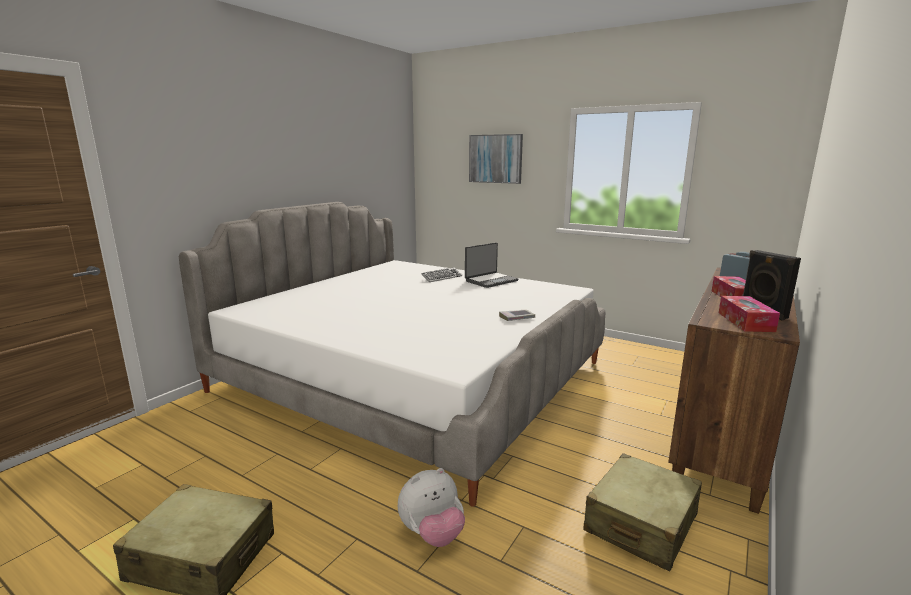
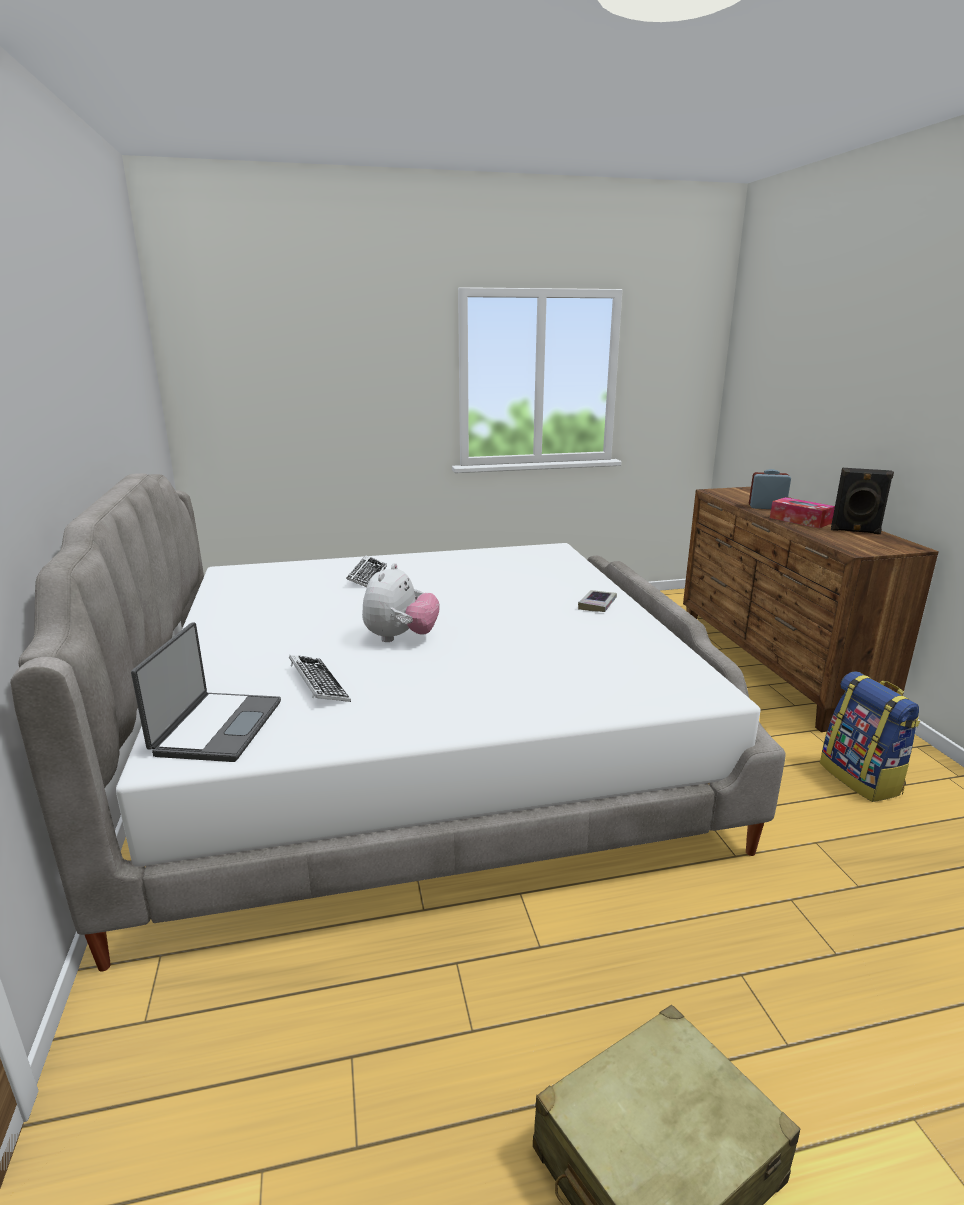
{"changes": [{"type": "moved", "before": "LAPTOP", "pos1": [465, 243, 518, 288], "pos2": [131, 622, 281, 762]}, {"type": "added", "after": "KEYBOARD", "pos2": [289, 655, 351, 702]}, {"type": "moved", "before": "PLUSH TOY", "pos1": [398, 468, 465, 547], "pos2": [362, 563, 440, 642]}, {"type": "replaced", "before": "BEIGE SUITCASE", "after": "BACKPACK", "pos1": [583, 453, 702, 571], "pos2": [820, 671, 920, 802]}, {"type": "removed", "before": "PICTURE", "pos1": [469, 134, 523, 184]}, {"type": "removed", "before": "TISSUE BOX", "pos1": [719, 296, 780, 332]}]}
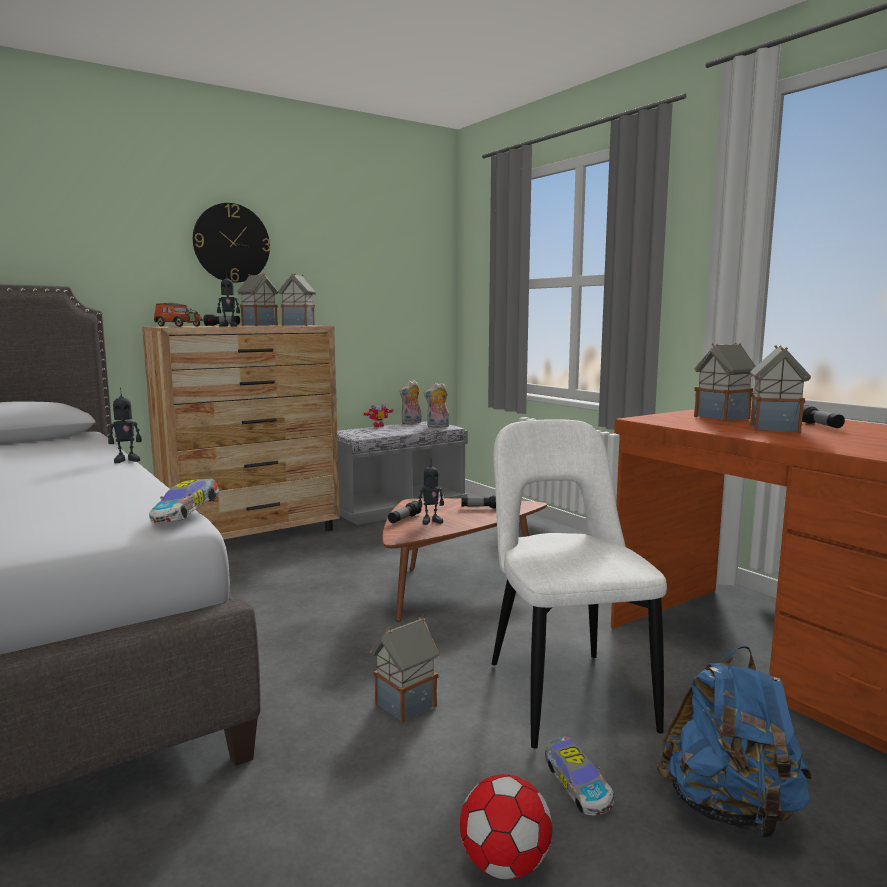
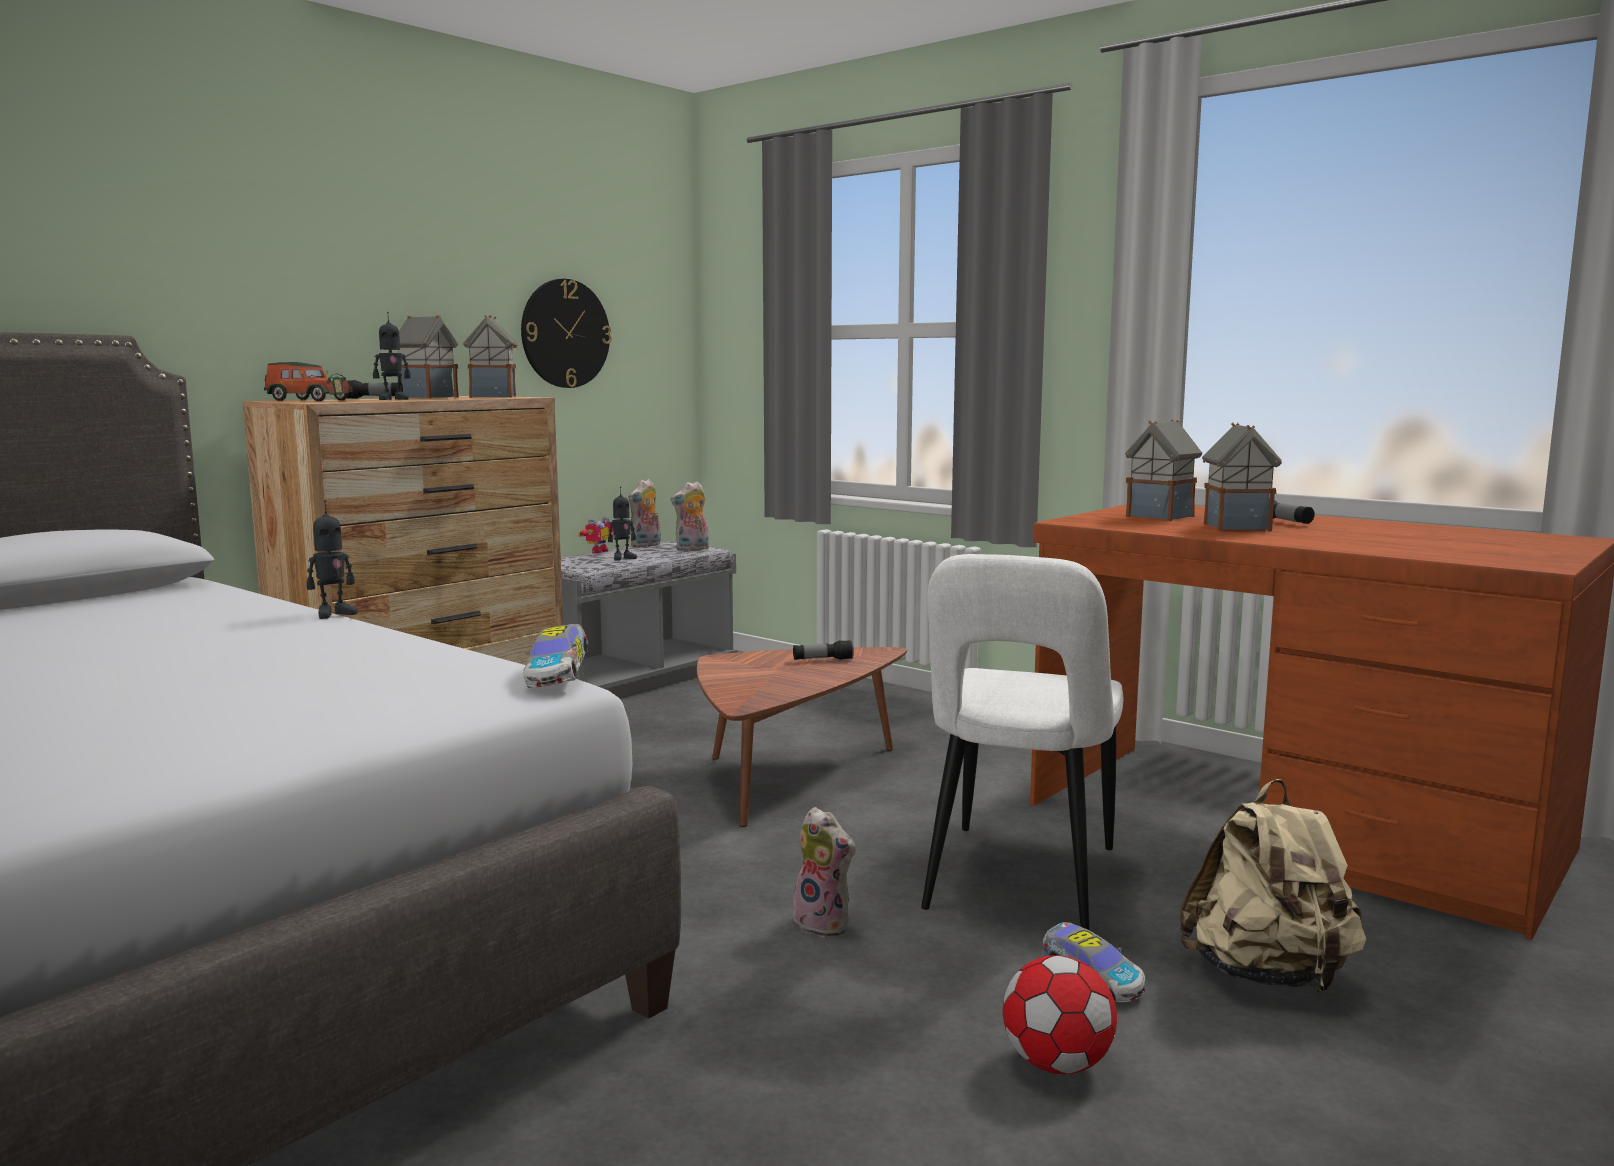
{"changes": [{"type": "moved", "before": "WALL CLOCK", "pos1": [193, 203, 270, 283], "pos2": [521, 279, 612, 388]}, {"type": "moved", "before": "TOY ROBOT", "pos1": [418, 458, 444, 525], "pos2": [608, 487, 637, 561]}, {"type": "replaced", "before": "TOY HOUSE", "after": "PLUSH TOY", "pos1": [370, 617, 440, 723], "pos2": [792, 807, 856, 937]}, {"type": "turned", "before": "WHITE CHAIR", "pos1": [492, 419, 667, 748], "pos2": [921, 554, 1124, 930], "turn": -135}, {"type": "recoloured", "before": "BLUE BACKPACK", "after": "BEIGE BACKPACK", "pos1": [657, 646, 812, 838], "pos2": [1180, 779, 1366, 992]}, {"type": "removed", "before": "FLASHLIGHT", "pos1": [388, 501, 422, 523]}]}
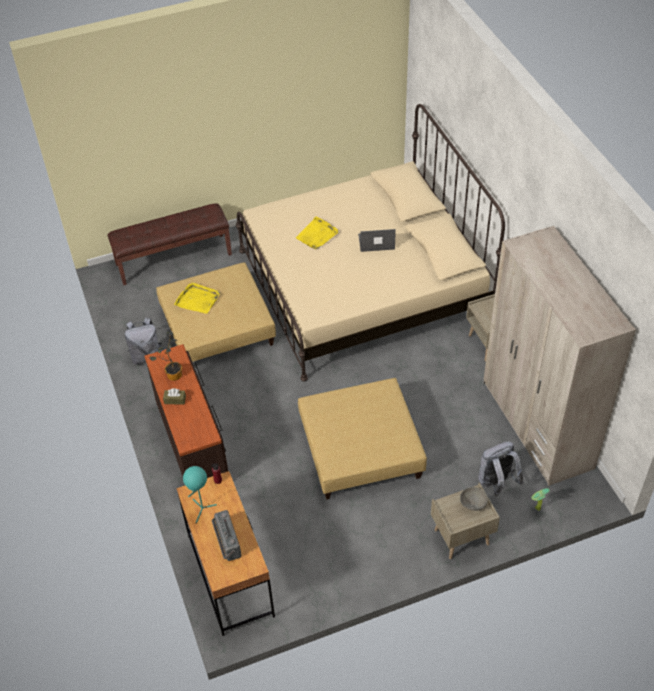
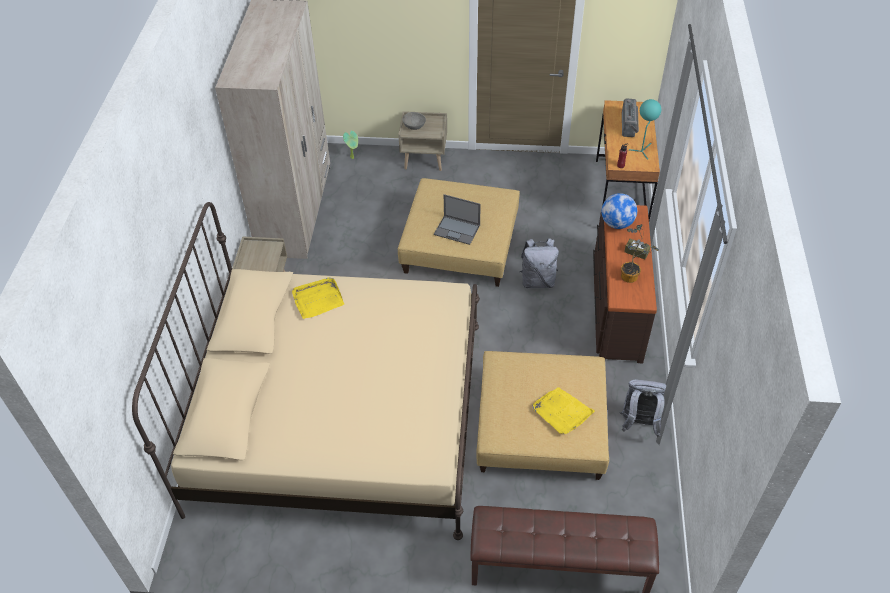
{"changes": [{"type": "moved", "before": "YELLOW TRAY", "pos1": [296, 217, 338, 249], "pos2": [292, 277, 344, 319]}, {"type": "moved", "before": "LAPTOP", "pos1": [358, 229, 396, 252], "pos2": [434, 194, 481, 245]}, {"type": "moved", "before": "GREY BACKPACK", "pos1": [478, 442, 524, 496], "pos2": [519, 238, 559, 288]}, {"type": "added", "after": "GLOBE", "pos2": [601, 193, 637, 229]}]}
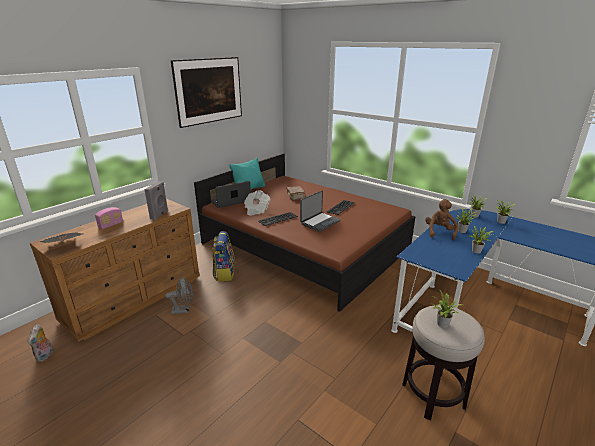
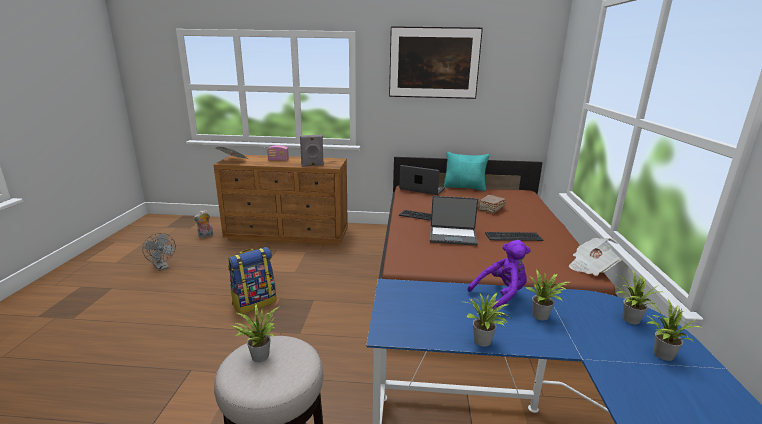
{"changes": [{"type": "moved", "before": "GREY FAN", "pos1": [165, 277, 193, 314], "pos2": [142, 233, 176, 271]}, {"type": "moved", "before": "BACKPACK", "pos1": [212, 231, 235, 281], "pos2": [228, 247, 276, 314]}, {"type": "recoloured", "before": "BROWN PLUSH TOY", "after": "PURPLE PLUSH TOY", "pos1": [425, 199, 458, 240], "pos2": [467, 240, 531, 311]}, {"type": "moved", "before": "NEWSPAPER", "pos1": [244, 190, 270, 215], "pos2": [569, 238, 622, 276]}]}
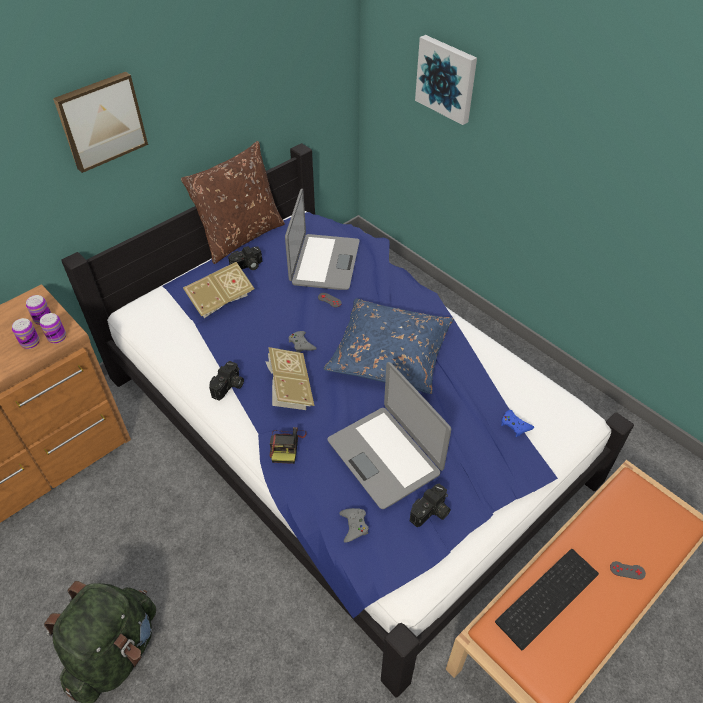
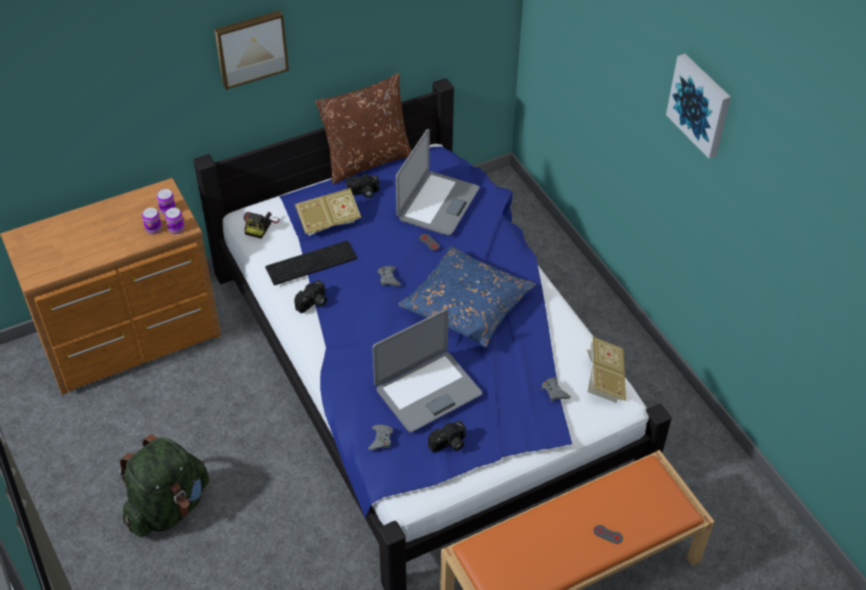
{"changes": [{"type": "moved", "before": "PHOTO CAMERA", "pos1": [269, 427, 307, 464], "pos2": [243, 212, 280, 239]}, {"type": "moved", "before": "KEYBOARD", "pos1": [495, 549, 599, 650], "pos2": [265, 240, 357, 285]}, {"type": "turned", "before": "LAPTOP", "pos1": [327, 362, 451, 509], "pos2": [372, 309, 482, 432], "turn": -105}, {"type": "recoloured", "before": "BLUE GAME CONTROLLER", "after": "GREY GAME CONTROLLER", "pos1": [501, 410, 534, 437], "pos2": [541, 377, 571, 402]}, {"type": "moved", "before": "BOOK", "pos1": [265, 347, 314, 410], "pos2": [587, 337, 626, 403]}, {"type": "moved", "before": "PICTURE", "pos1": [415, 35, 477, 125], "pos2": [666, 54, 731, 159]}]}
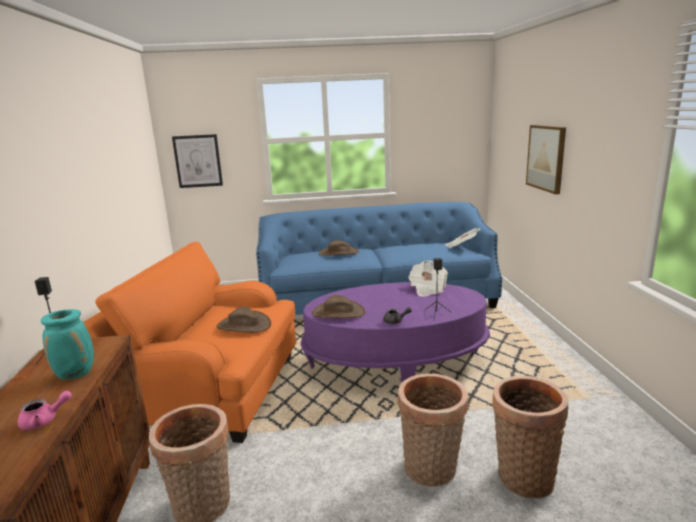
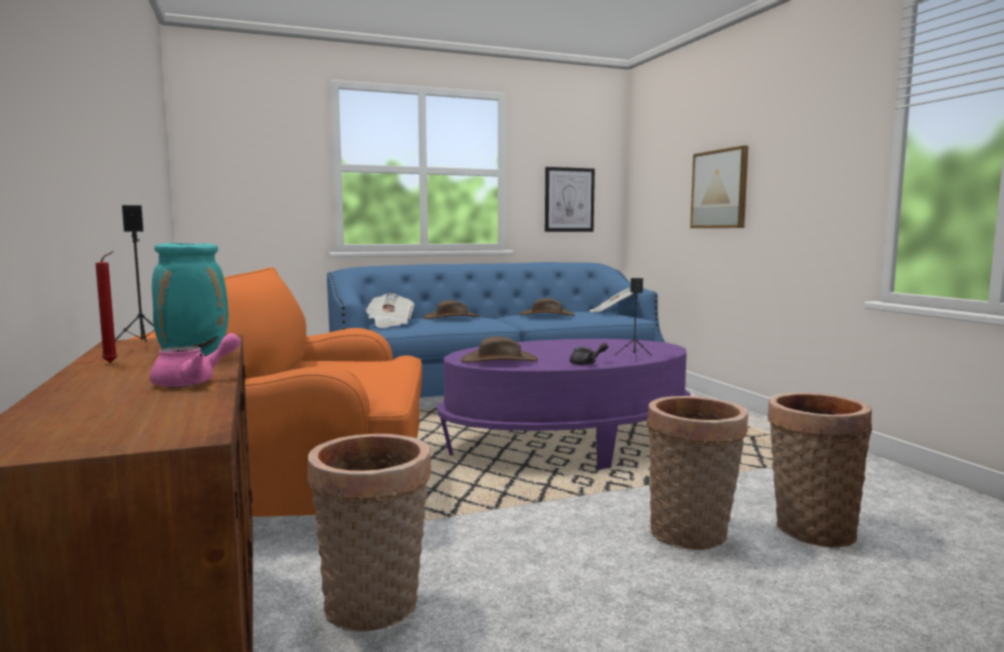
{"changes": [{"type": "added", "after": "RED CANDLE", "pos2": [95, 251, 118, 363]}, {"type": "moved", "before": "NEWSPAPER", "pos1": [408, 261, 448, 297], "pos2": [366, 293, 414, 328]}, {"type": "moved", "before": "BROWN HAT", "pos1": [216, 306, 271, 333], "pos2": [520, 298, 575, 316]}, {"type": "moved", "before": "PICTURE", "pos1": [172, 134, 223, 188], "pos2": [545, 167, 595, 232]}]}
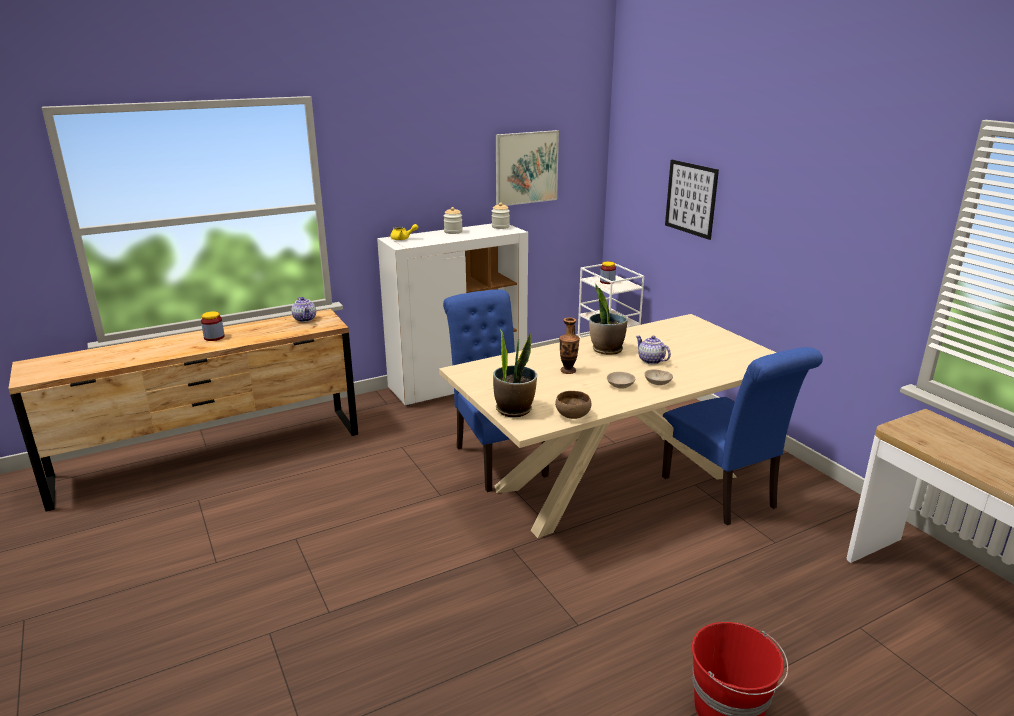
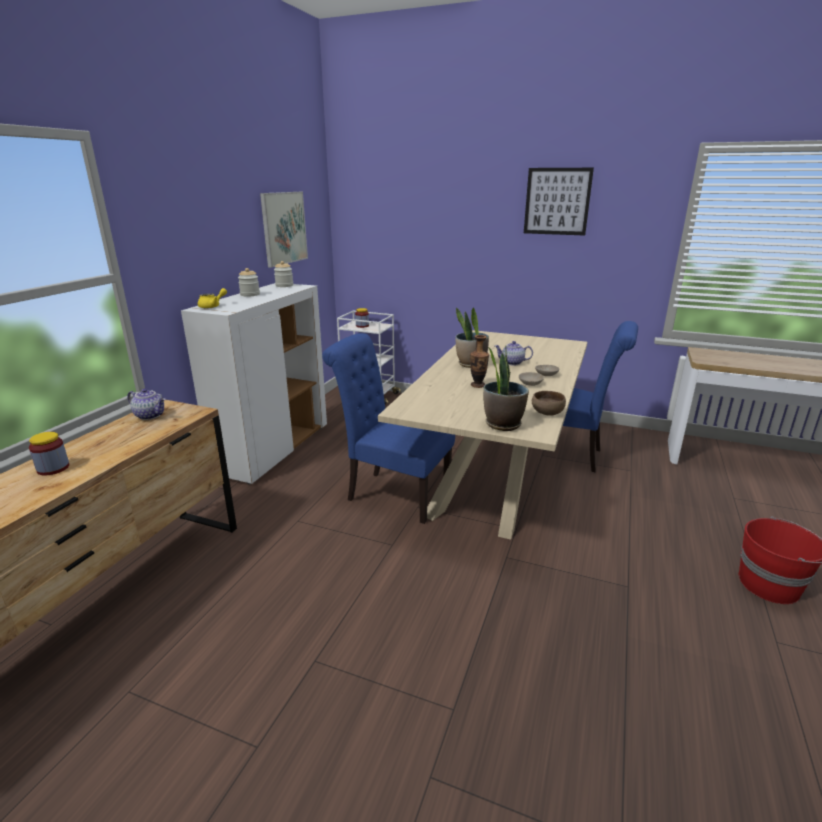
{"changes": [{"type": "moved", "before": "PICTURE", "pos1": [665, 160, 719, 240], "pos2": [524, 168, 594, 236]}]}
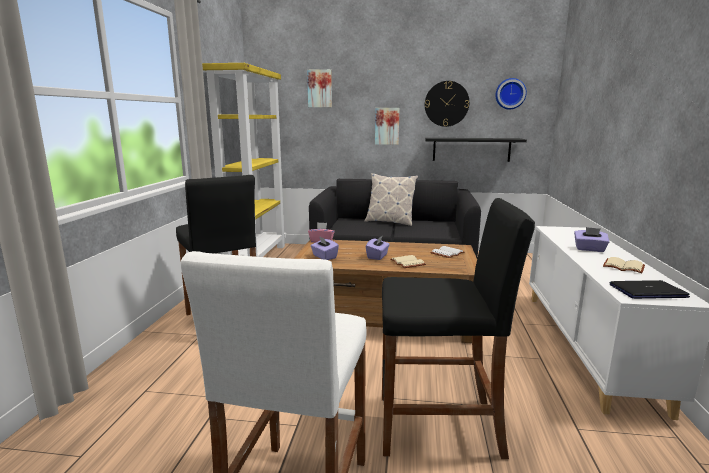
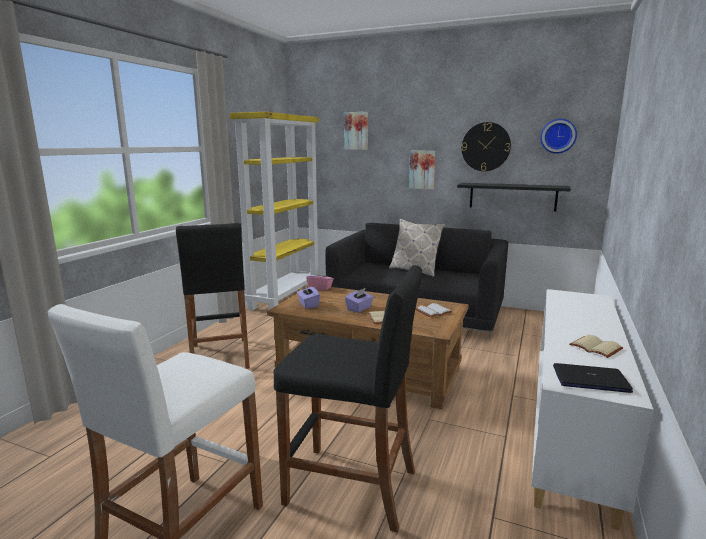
{"changes": [{"type": "removed", "before": "PURPLE TISSUE BOX", "pos1": [574, 227, 609, 252]}]}
